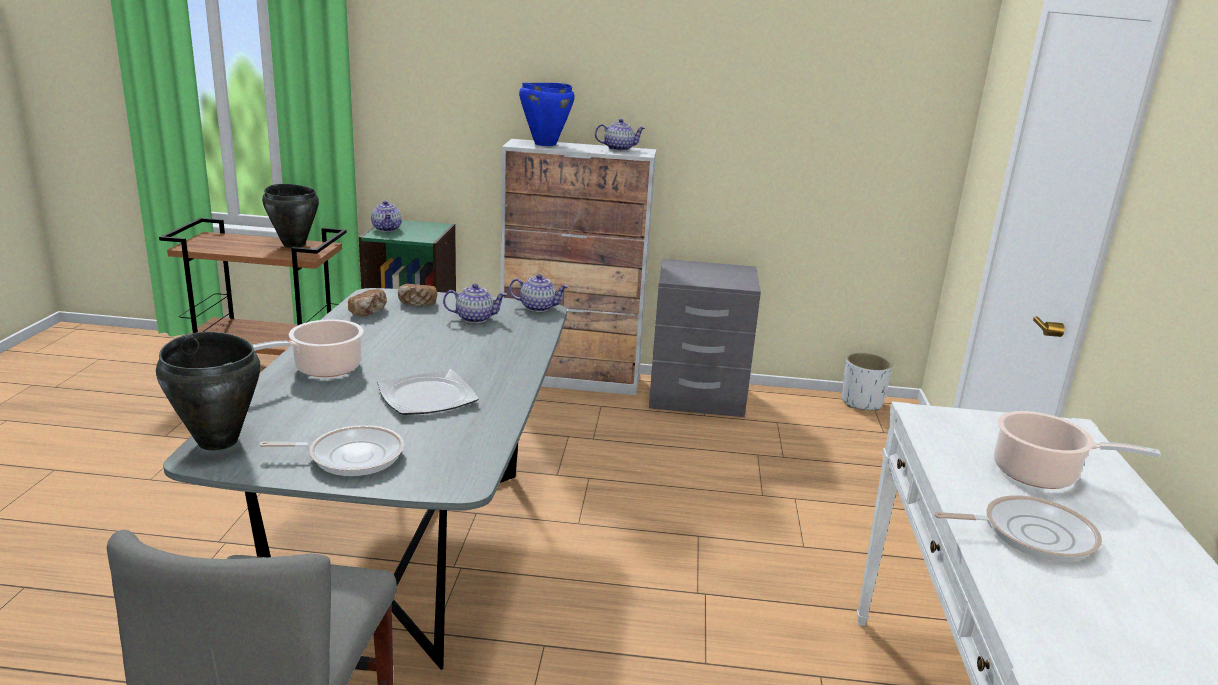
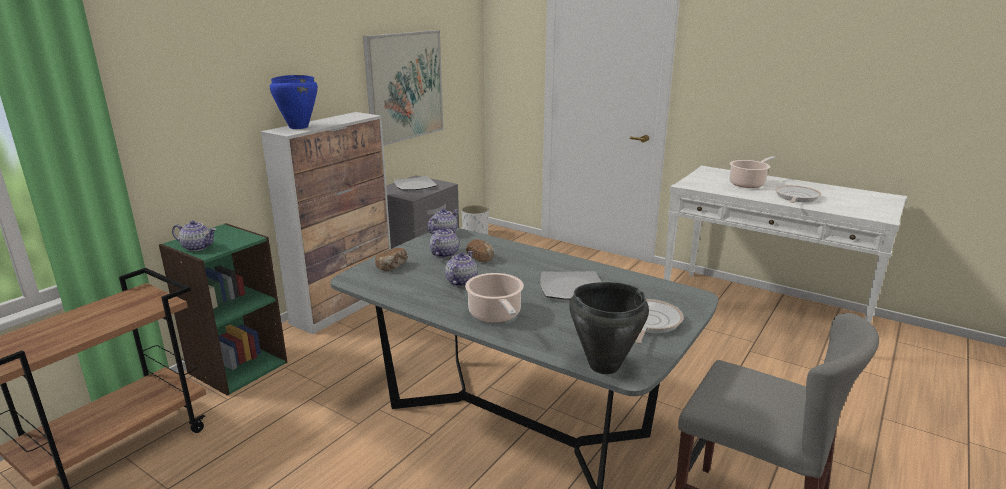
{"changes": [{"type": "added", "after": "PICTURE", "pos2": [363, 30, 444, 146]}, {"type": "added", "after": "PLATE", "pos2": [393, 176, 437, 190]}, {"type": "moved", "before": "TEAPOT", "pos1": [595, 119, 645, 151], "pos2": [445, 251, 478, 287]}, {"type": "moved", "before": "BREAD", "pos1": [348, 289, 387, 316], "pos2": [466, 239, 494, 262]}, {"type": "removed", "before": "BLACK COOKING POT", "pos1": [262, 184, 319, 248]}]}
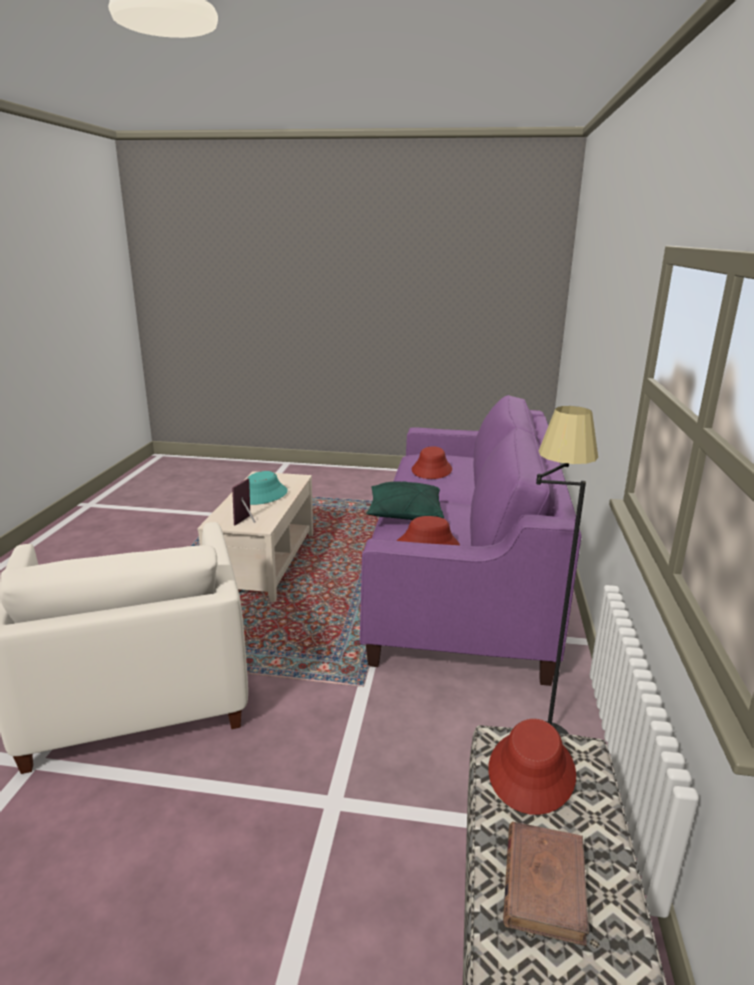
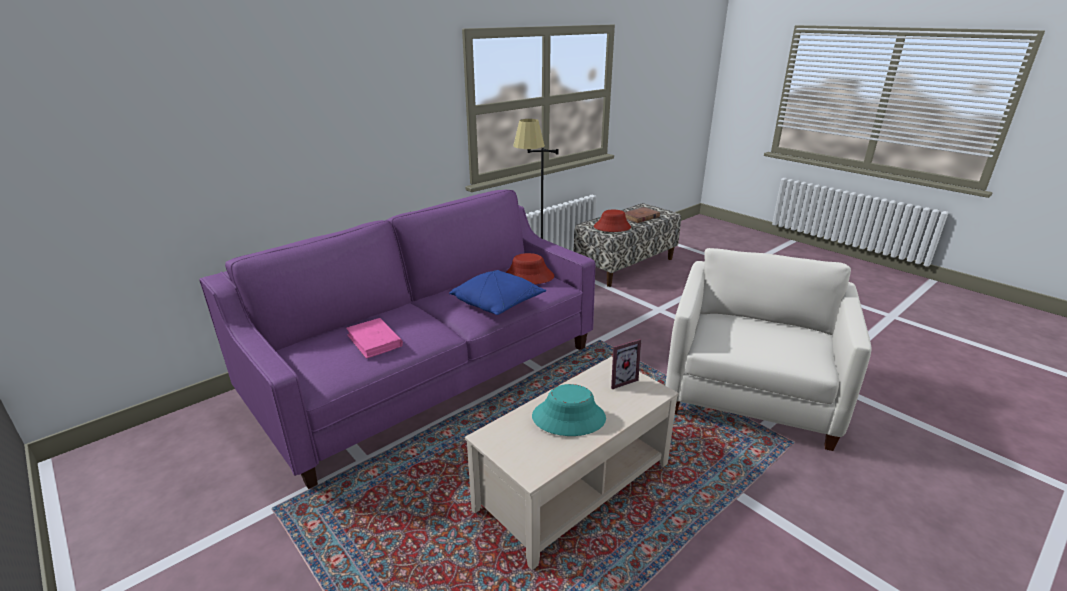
{"changes": [{"type": "replaced", "before": "RED HAT", "after": "PINK BOOK", "pos1": [412, 446, 452, 479], "pos2": [346, 318, 403, 359]}, {"type": "recoloured", "before": "GREEN PILLOW", "after": "BLUE PILLOW", "pos1": [366, 481, 444, 520], "pos2": [449, 270, 546, 315]}]}
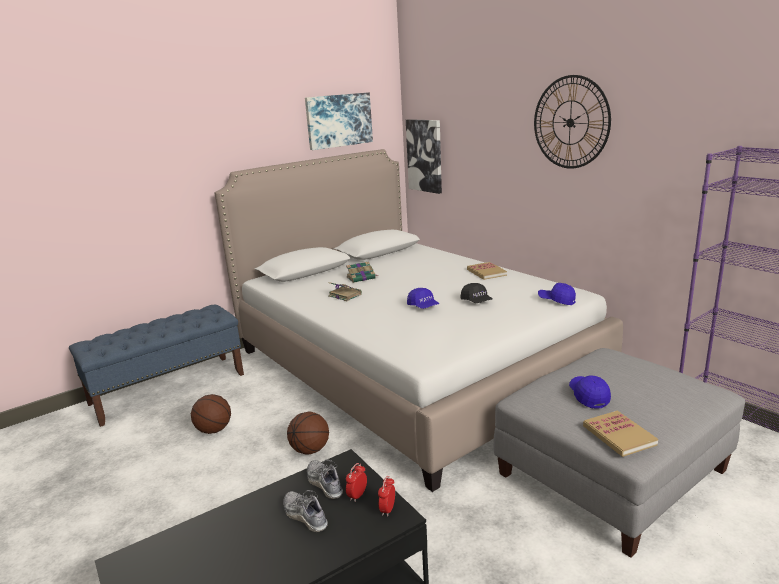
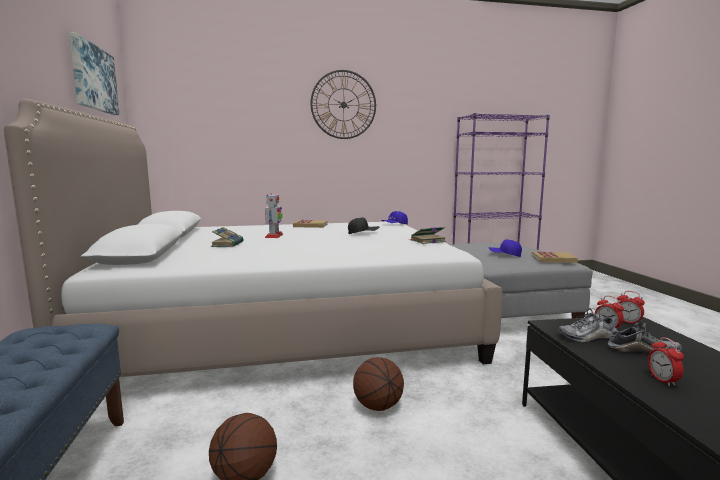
{"changes": [{"type": "added", "after": "TOY ROBOT", "pos2": [265, 194, 283, 238]}, {"type": "moved", "before": "BOOK", "pos1": [328, 282, 362, 301], "pos2": [410, 227, 446, 244]}, {"type": "turned", "before": "SHOE", "pos1": [283, 490, 328, 532], "pos2": [608, 320, 682, 353], "turn": -150}, {"type": "added", "after": "ALARM CLOCK", "pos2": [648, 337, 684, 386]}, {"type": "removed", "before": "PICTURE", "pos1": [406, 119, 442, 194]}, {"type": "removed", "before": "BLUE CAP", "pos1": [407, 288, 440, 309]}]}
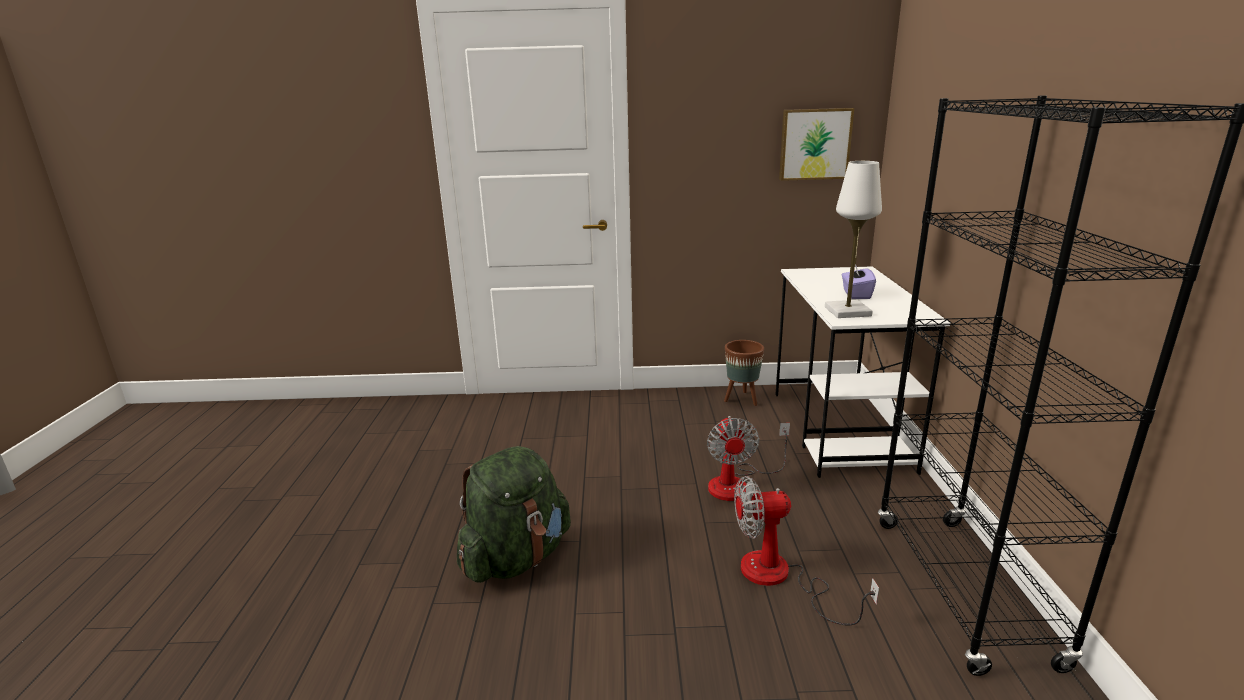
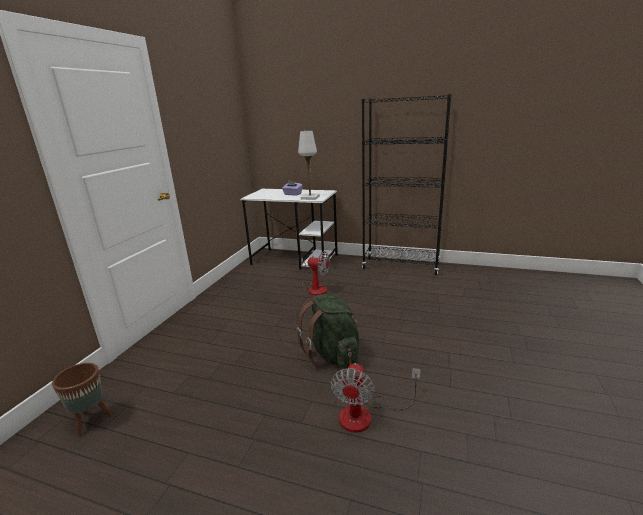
{"changes": [{"type": "moved", "before": "BROWN PLANTER", "pos1": [724, 340, 764, 406], "pos2": [52, 363, 113, 436]}, {"type": "moved", "before": "FAN", "pos1": [734, 476, 879, 625], "pos2": [331, 363, 421, 432]}, {"type": "removed", "before": "PICTURE", "pos1": [779, 108, 854, 181]}]}
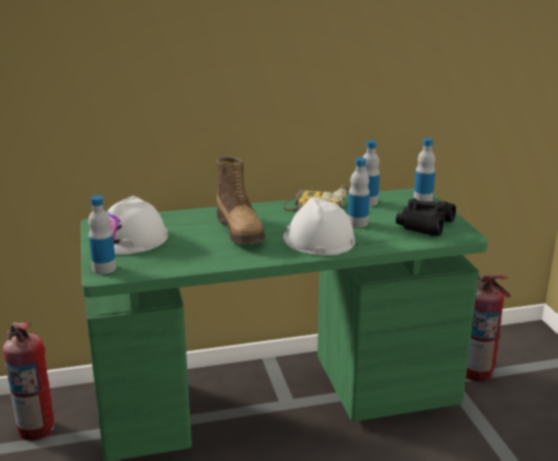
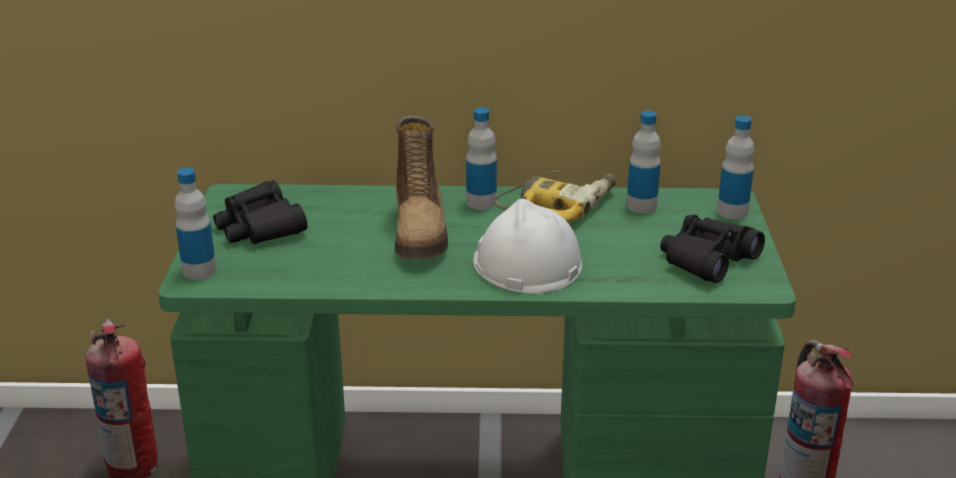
{"changes": [{"type": "replaced", "before": "WHITE HARD HAT", "after": "BLACK BINOCULARS", "pos1": [107, 196, 168, 255], "pos2": [213, 180, 307, 244]}, {"type": "moved", "before": "BOTTLE", "pos1": [348, 158, 370, 228], "pos2": [466, 107, 497, 210]}]}
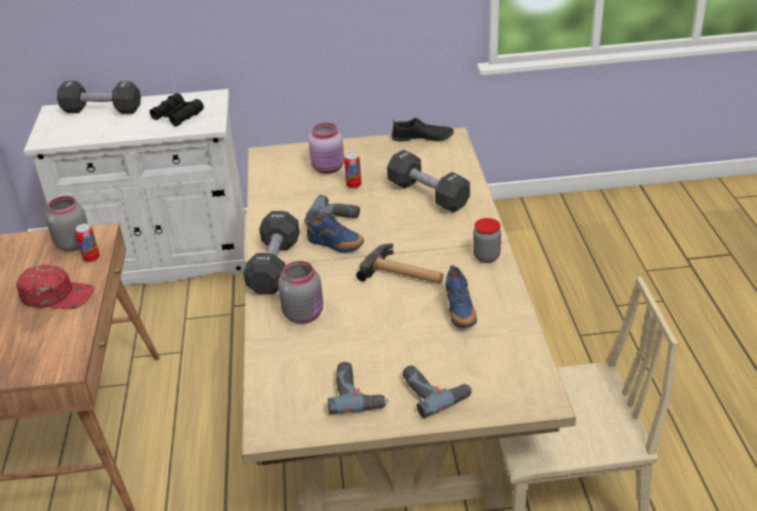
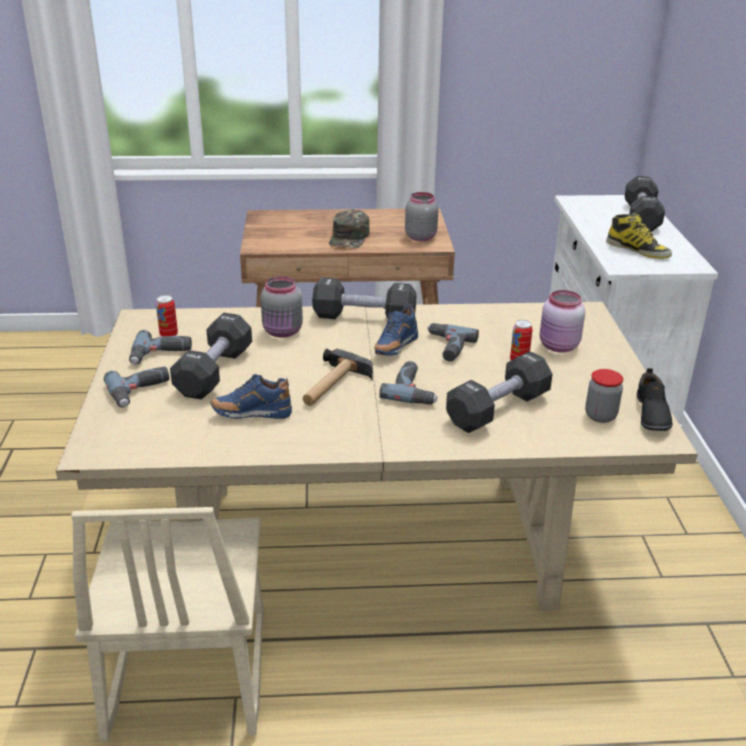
{"changes": [{"type": "moved", "before": "CAN", "pos1": [75, 223, 100, 263], "pos2": [156, 295, 178, 337]}, {"type": "added", "after": "BLACK DUMBBELL", "pos2": [170, 313, 252, 399]}, {"type": "recoloured", "before": "RED CAP", "after": "GREEN CAP", "pos1": [16, 265, 94, 309], "pos2": [329, 209, 370, 248]}, {"type": "added", "after": "POWER DRILL", "pos2": [379, 361, 438, 405]}, {"type": "moved", "before": "JAR", "pos1": [473, 218, 501, 263], "pos2": [585, 369, 623, 423]}, {"type": "replaced", "before": "BLACK BINOCULARS", "after": "BOOT", "pos1": [150, 93, 204, 126], "pos2": [606, 213, 672, 259]}]}
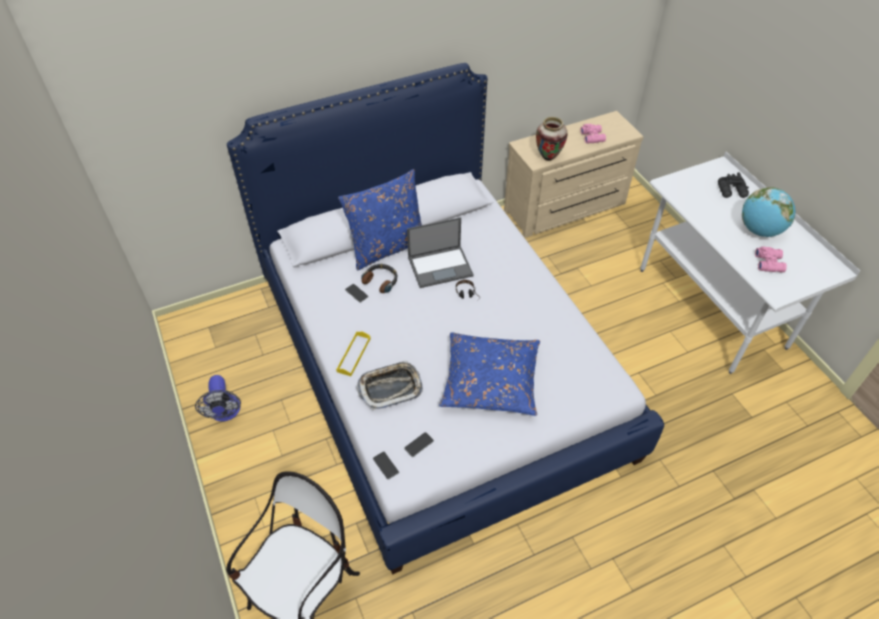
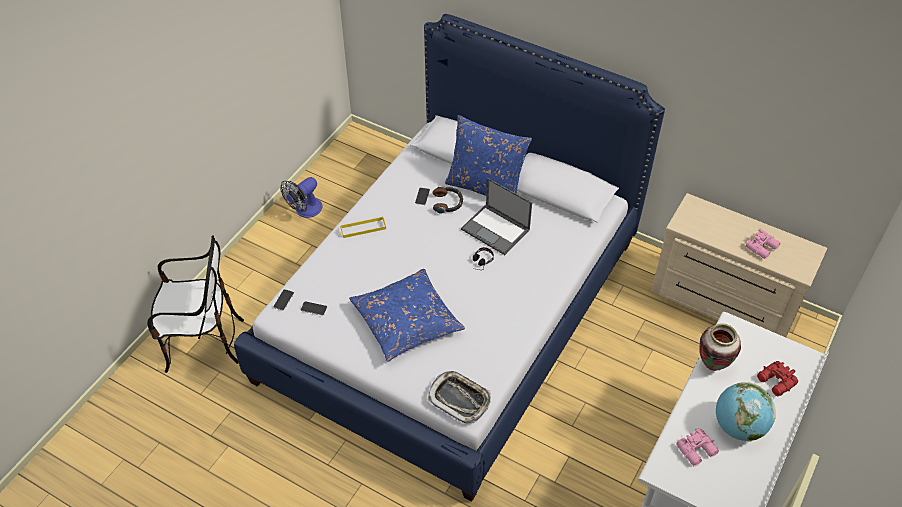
{"changes": [{"type": "moved", "before": "TRAY", "pos1": [357, 361, 423, 410], "pos2": [428, 371, 491, 424]}, {"type": "moved", "before": "VASE", "pos1": [536, 117, 567, 161], "pos2": [699, 323, 741, 371]}, {"type": "recoloured", "before": "BLACK BINOCULARS", "after": "RED BINOCULARS", "pos1": [718, 172, 749, 198], "pos2": [757, 361, 798, 396]}]}
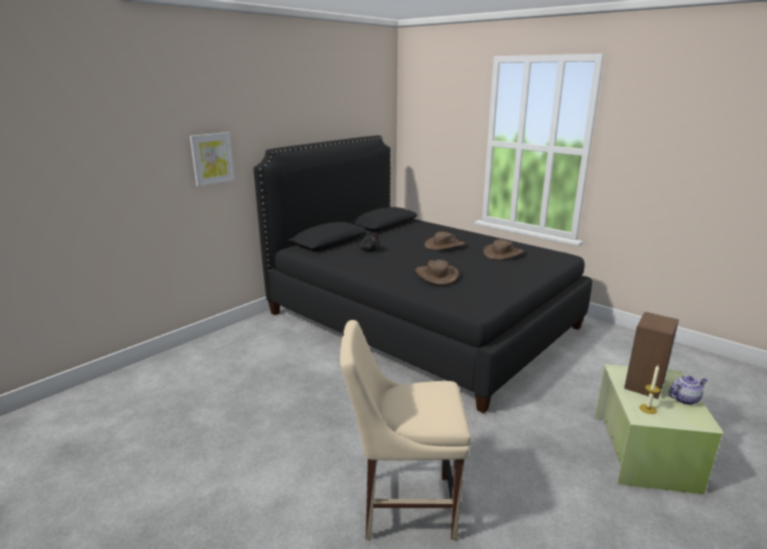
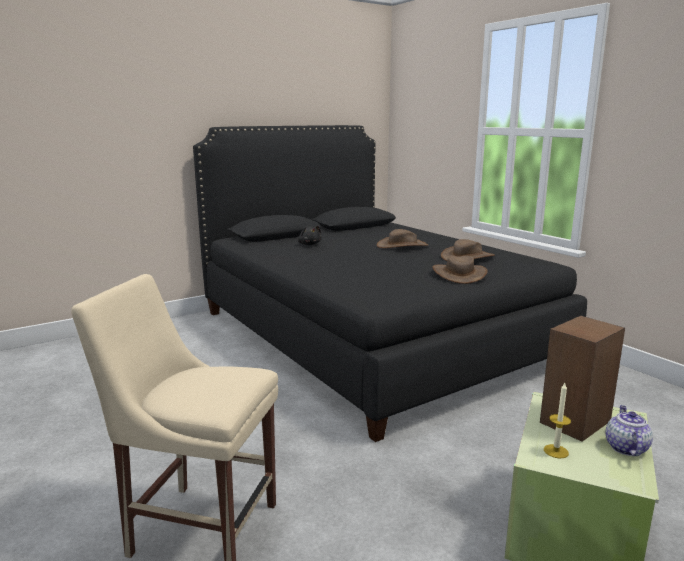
{"changes": [{"type": "moved", "before": "BROWN HAT", "pos1": [415, 260, 459, 285], "pos2": [432, 255, 488, 284]}, {"type": "turned", "before": "TEAPOT", "pos1": [668, 376, 707, 405], "pos2": [606, 405, 653, 456], "turn": -75}, {"type": "removed", "before": "PICTURE", "pos1": [190, 132, 235, 187]}]}
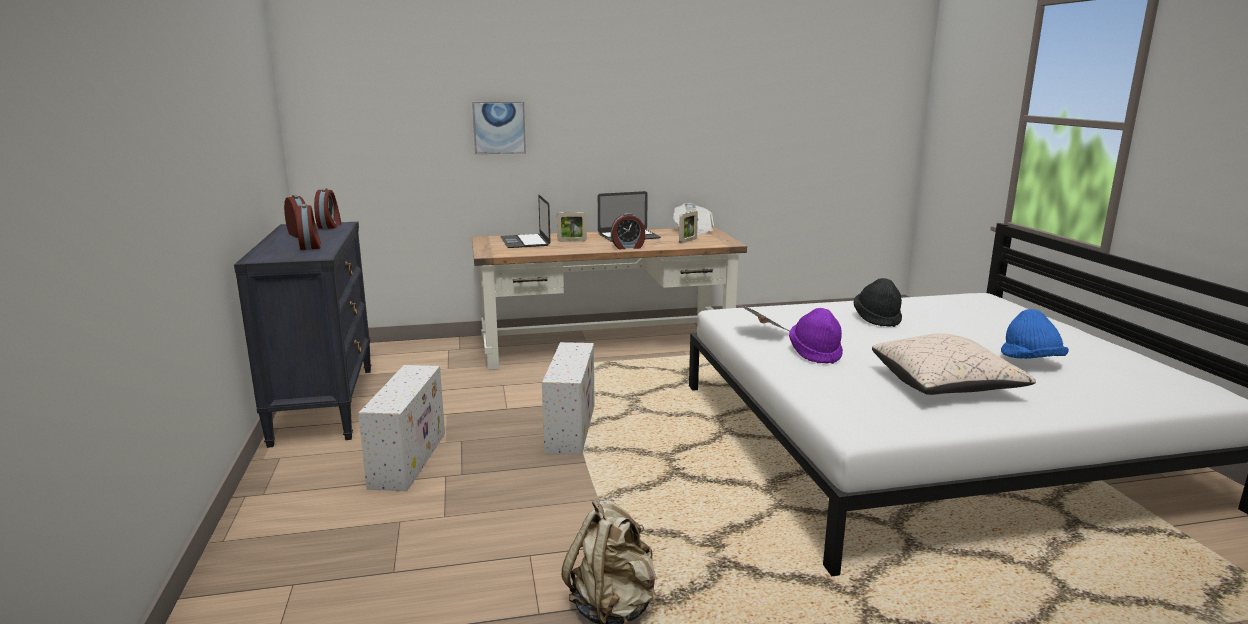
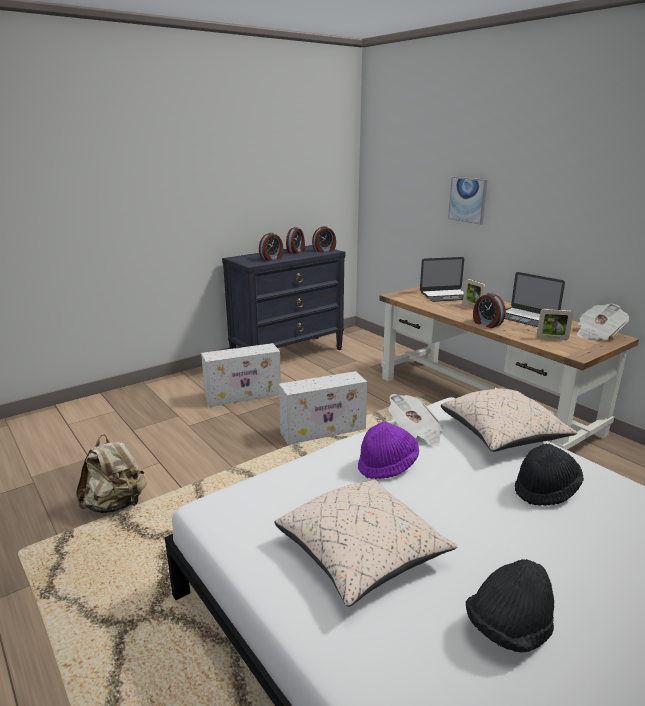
{"changes": [{"type": "turned", "before": "LAPTOP", "pos1": [500, 195, 550, 248], "pos2": [420, 257, 464, 302], "turn": -150}, {"type": "added", "after": "BEIGE PILLOW", "pos2": [441, 389, 577, 452]}, {"type": "recoloured", "before": "BLUE HAT", "after": "BLACK HAT", "pos1": [1001, 309, 1069, 359], "pos2": [466, 559, 554, 653]}]}
